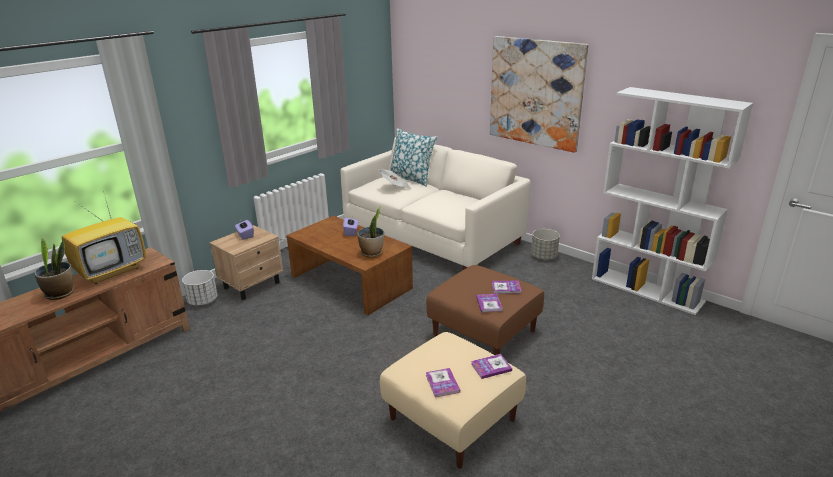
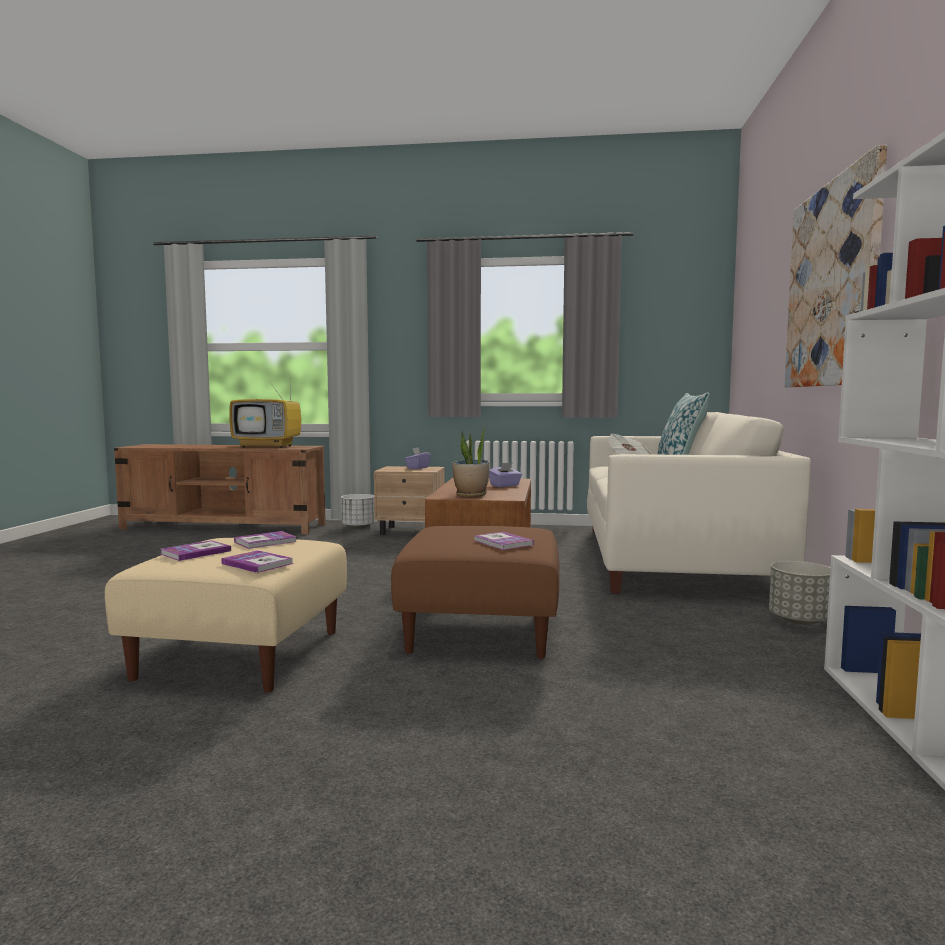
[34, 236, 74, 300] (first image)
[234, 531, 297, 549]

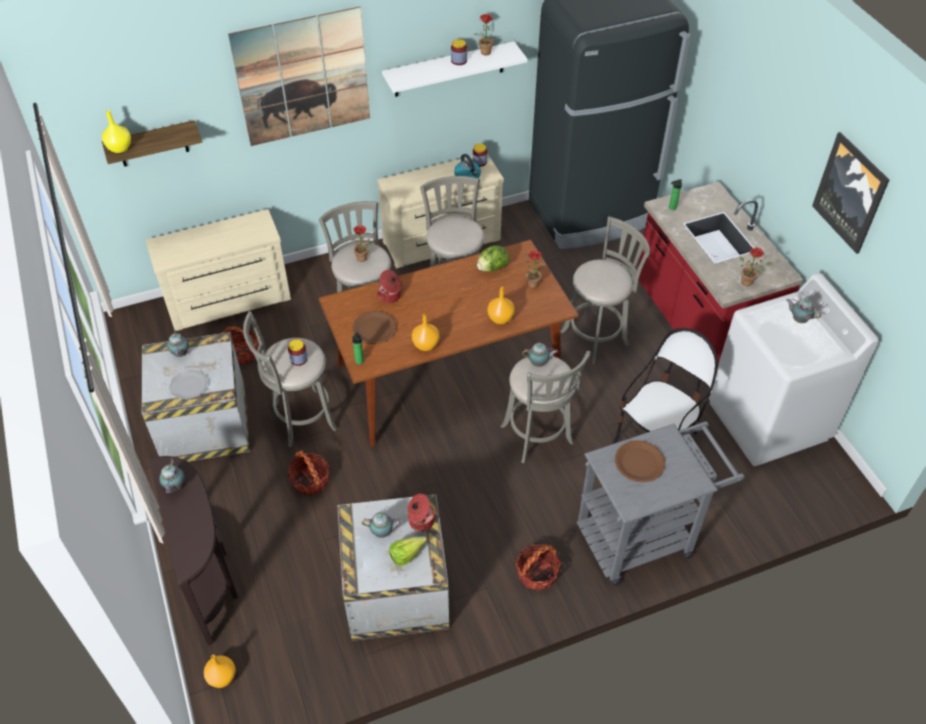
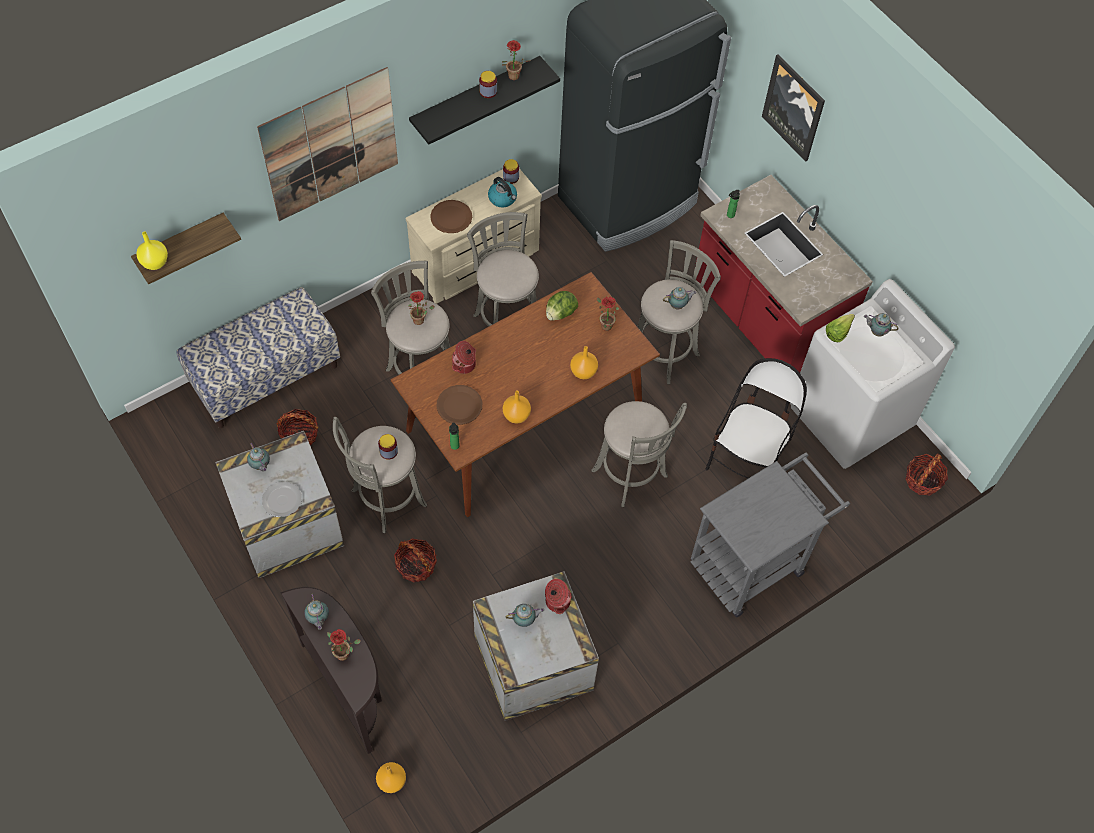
[176, 287, 340, 428]
[409, 56, 560, 145]
[826, 314, 855, 342]
[906, 453, 948, 496]
[663, 287, 696, 309]
[430, 200, 472, 233]
[327, 629, 361, 661]
[762, 55, 825, 162]

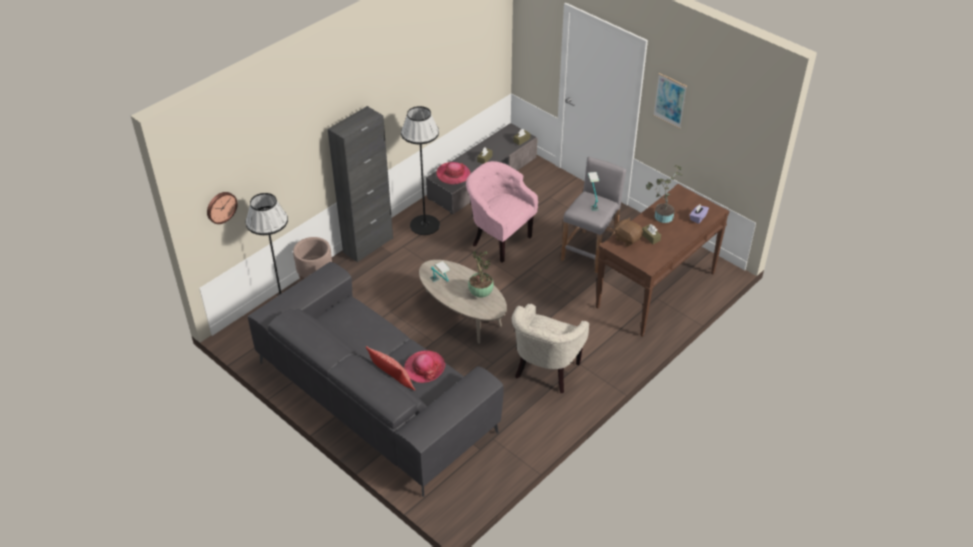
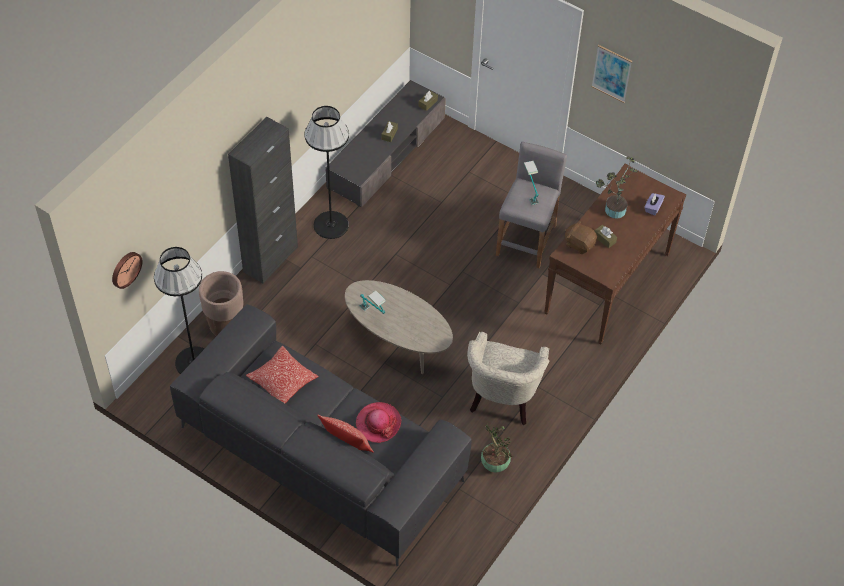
[437, 162, 470, 184] (first image)
[466, 161, 538, 263] (first image)
[481, 423, 513, 473]
[246, 346, 319, 403]

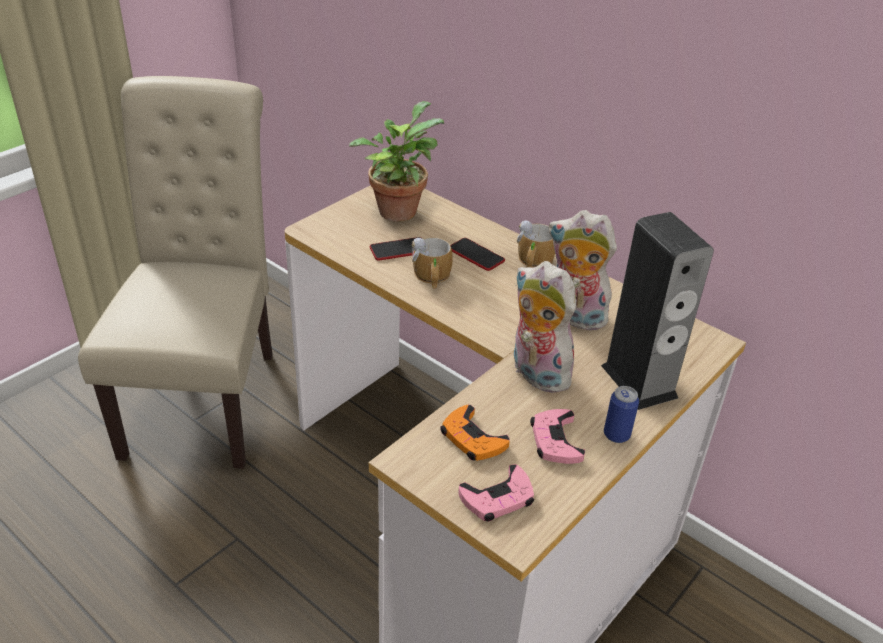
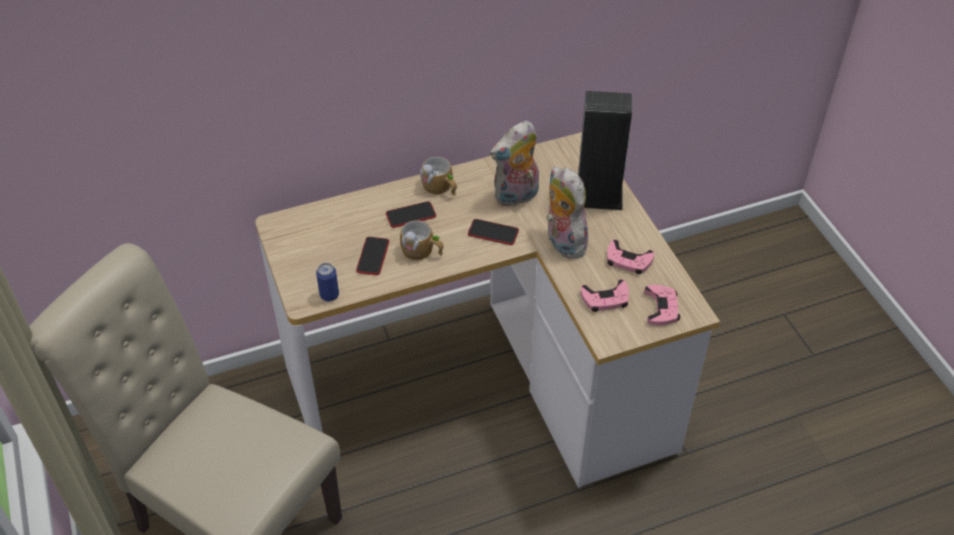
[349, 101, 444, 222] (first image)
[581, 280, 629, 312]
[546, 167, 588, 259]
[316, 263, 339, 301]
[468, 219, 519, 245]

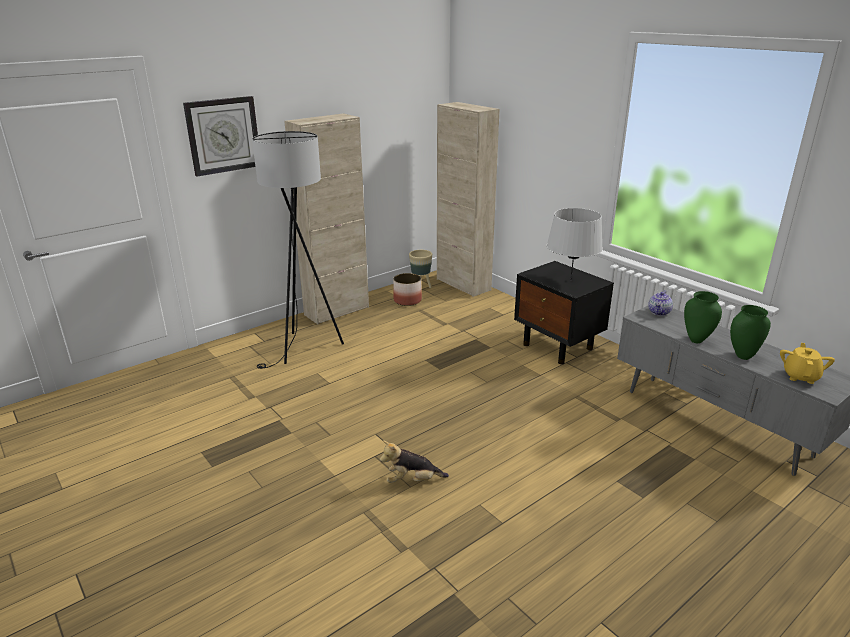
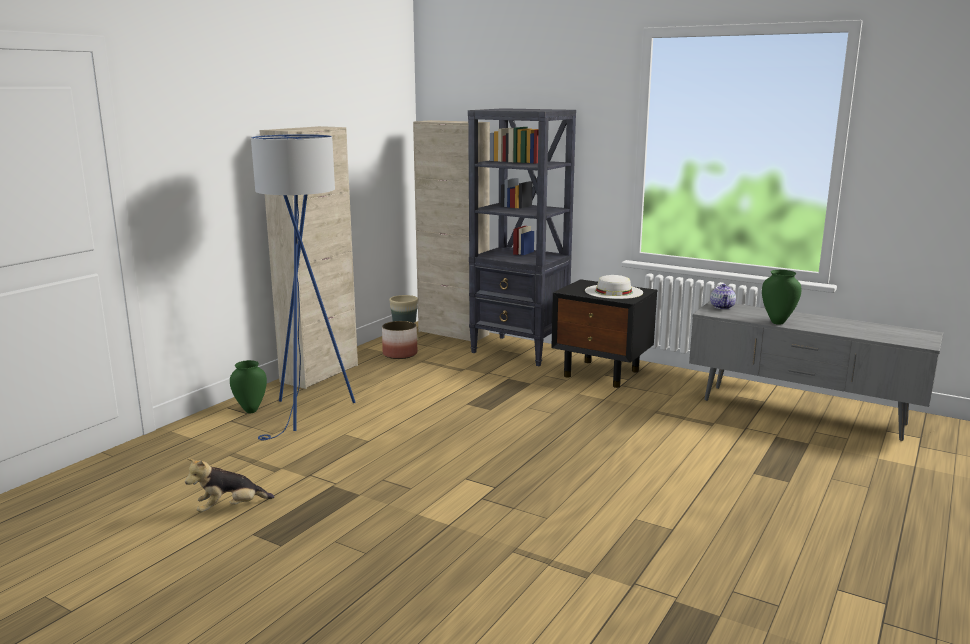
[183, 96, 258, 176] (first image)
[251, 134, 355, 440]
[185, 458, 274, 512]
[585, 275, 643, 299]
[230, 360, 267, 413]
[780, 343, 835, 384] (first image)
[468, 108, 576, 366]

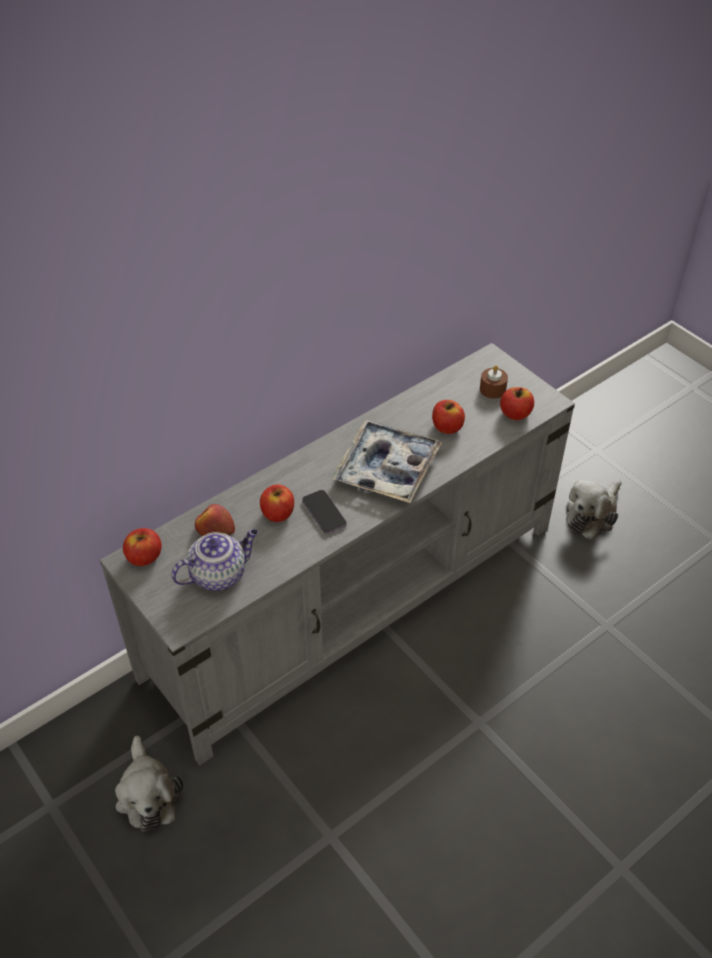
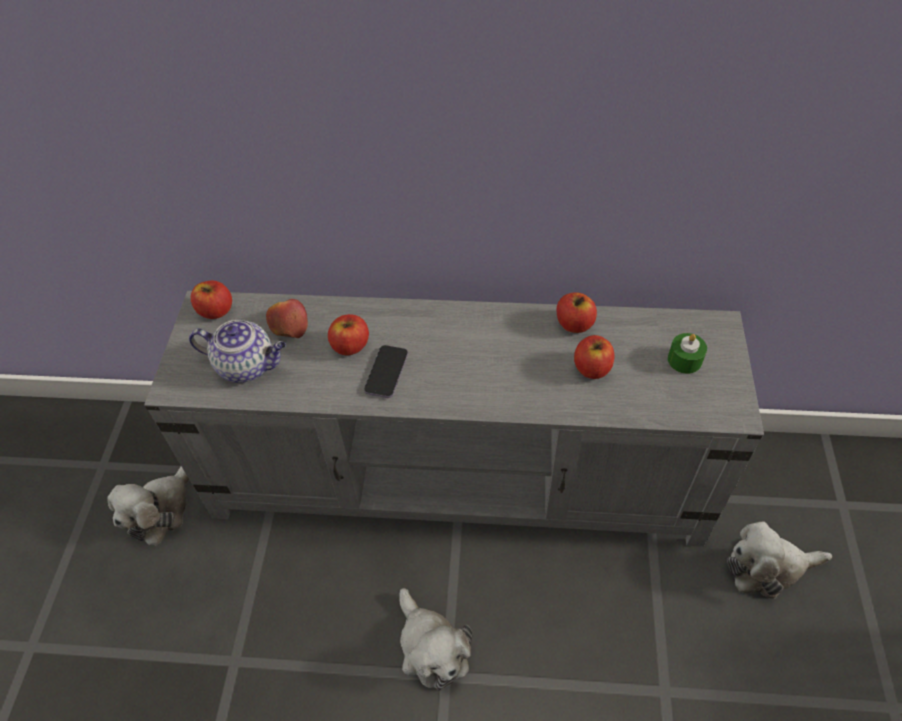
[332, 420, 442, 503] (first image)
[668, 333, 707, 374]
[557, 292, 597, 333]
[399, 588, 473, 691]

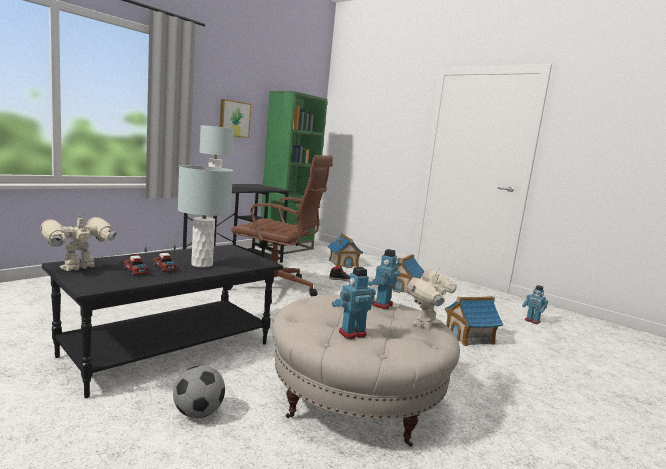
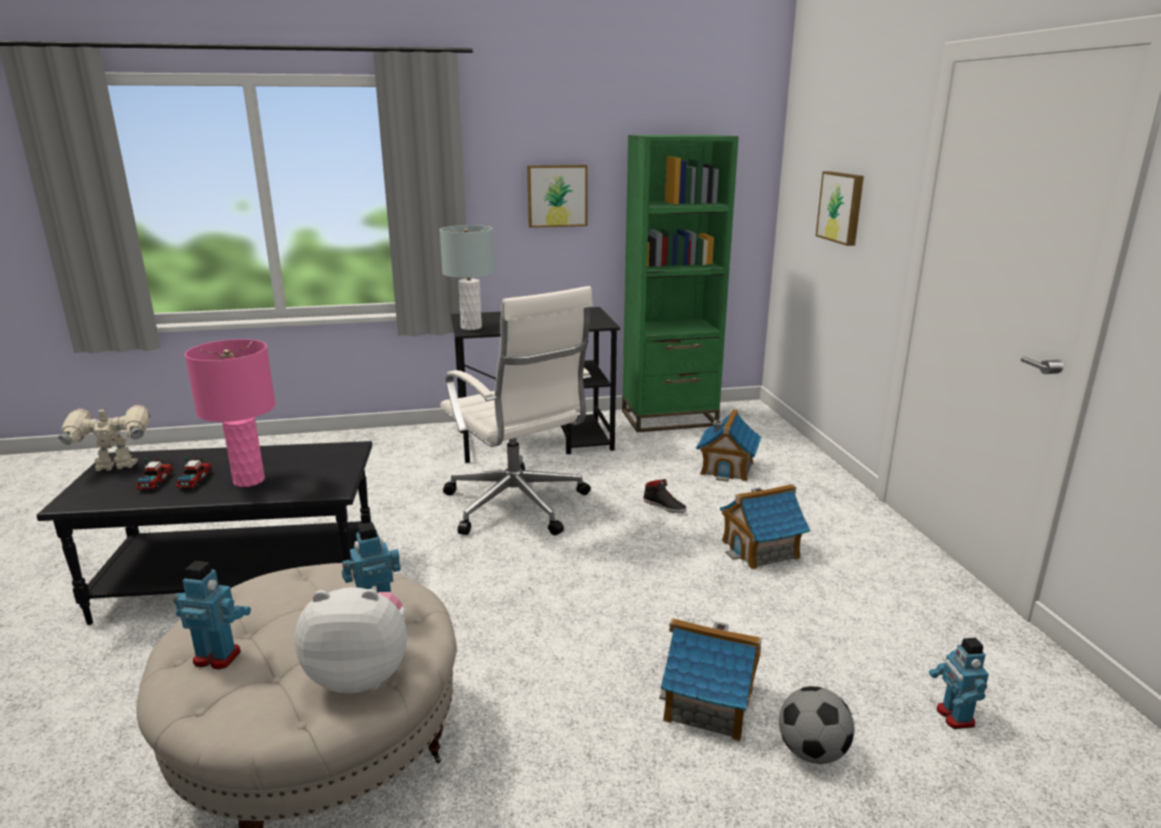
[779, 686, 855, 764]
[185, 339, 276, 487]
[440, 286, 593, 535]
[294, 587, 407, 694]
[816, 171, 864, 246]

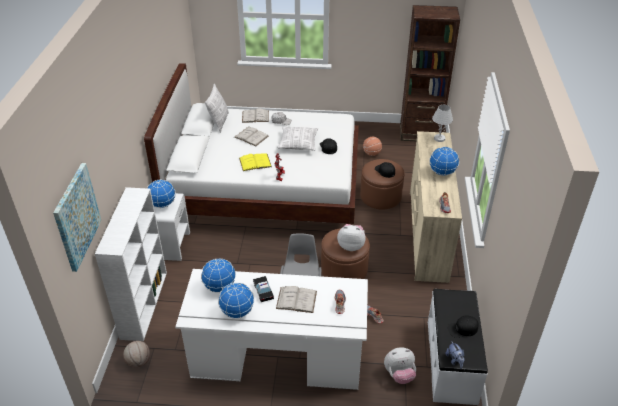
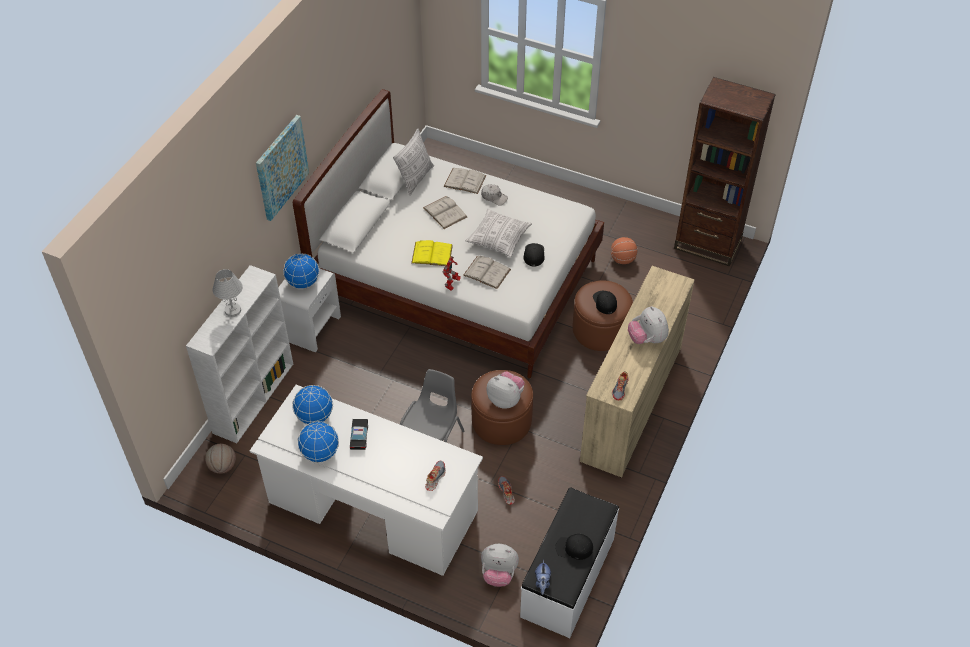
[256, 115, 309, 221]
[463, 256, 511, 289]
[628, 306, 669, 344]
[213, 269, 243, 317]

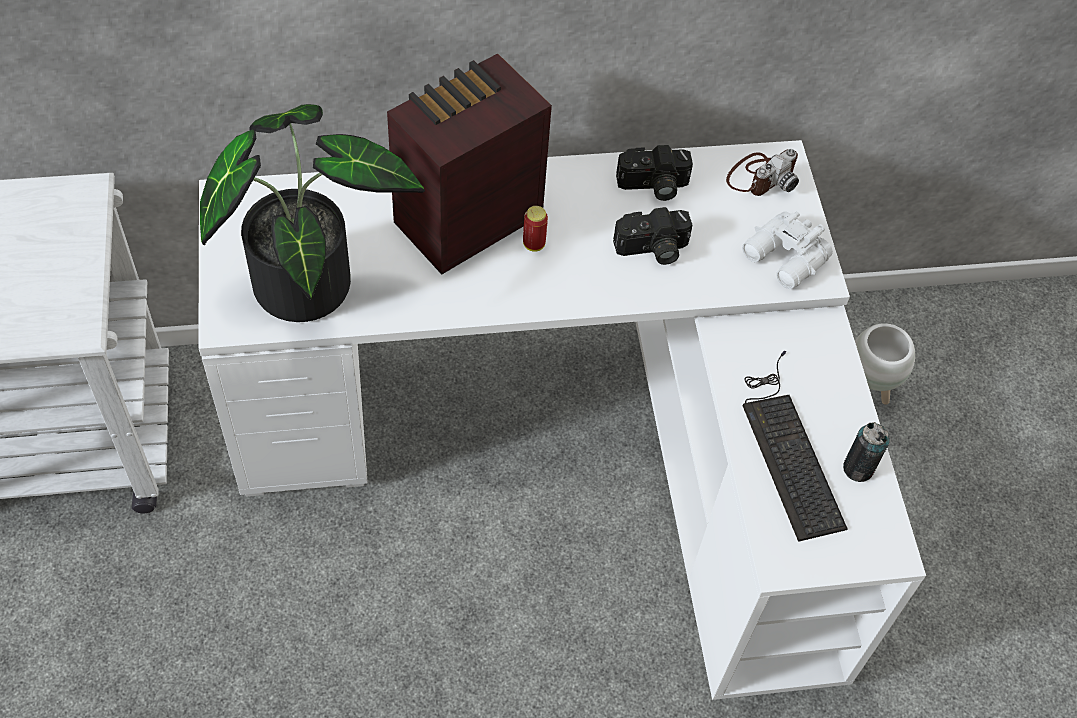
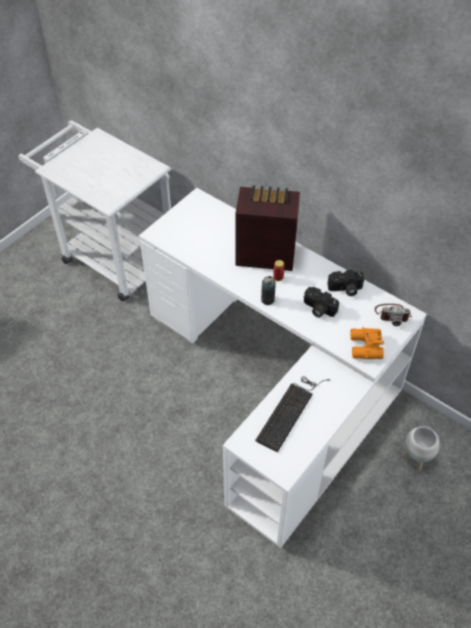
[200, 104, 425, 322] (first image)
[327, 270, 364, 296]
[350, 327, 384, 359]
[261, 276, 276, 305]

